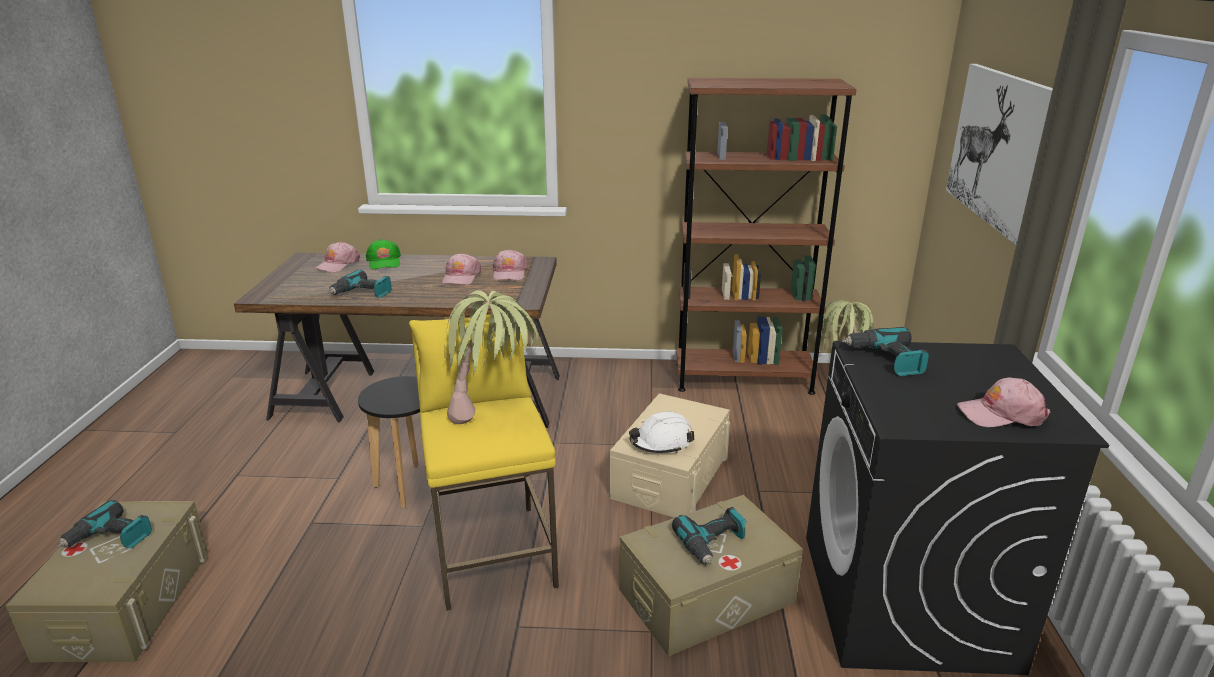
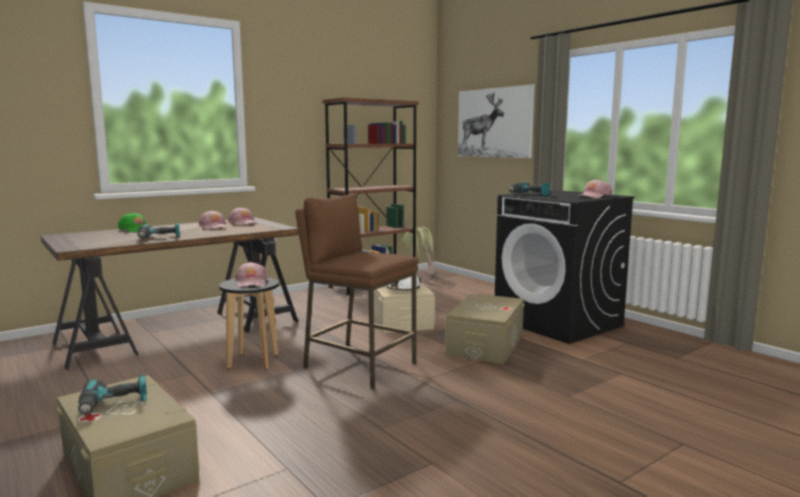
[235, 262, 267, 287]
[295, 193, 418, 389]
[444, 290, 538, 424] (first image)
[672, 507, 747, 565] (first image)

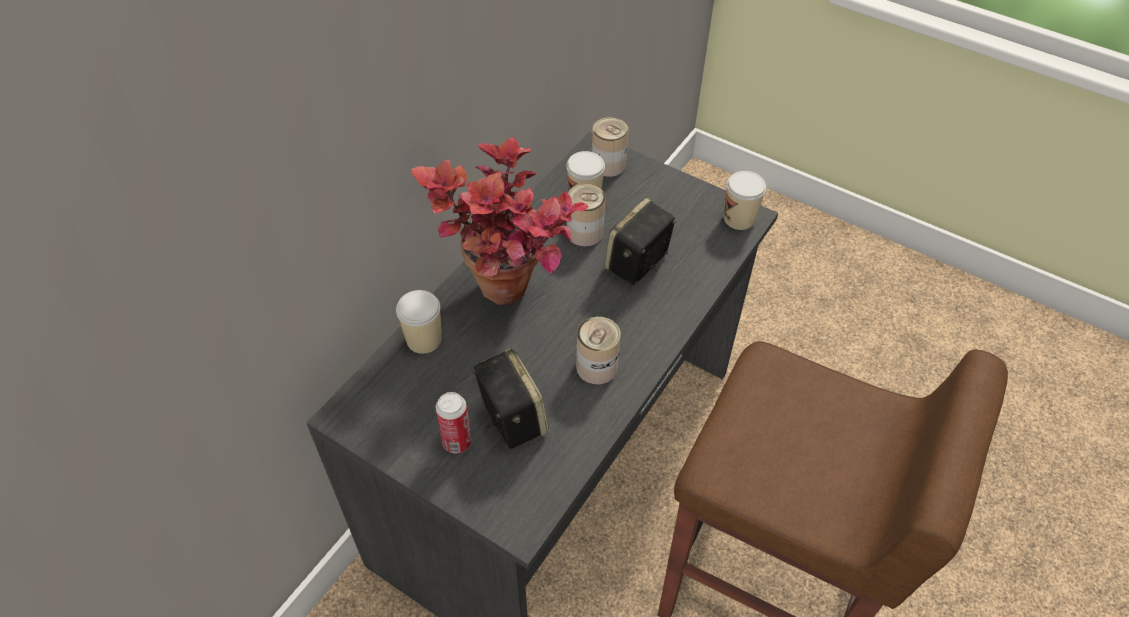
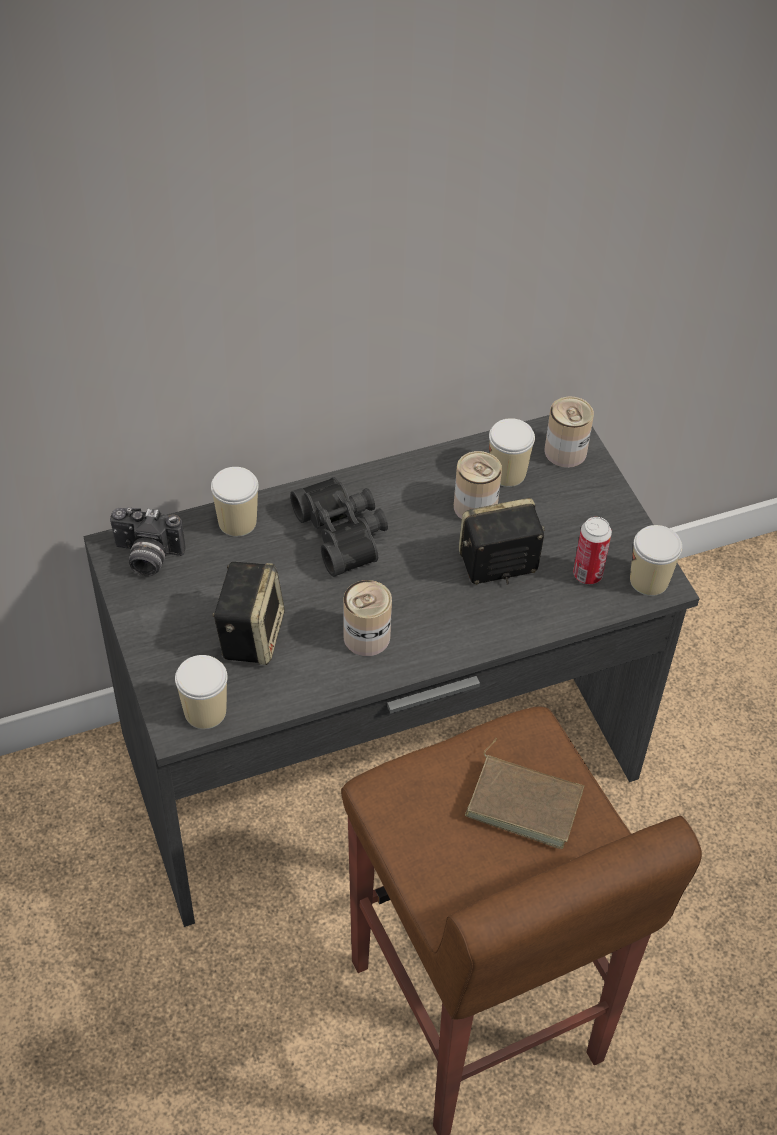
[290, 477, 388, 577]
[573, 517, 612, 584]
[110, 507, 186, 577]
[175, 655, 228, 729]
[465, 738, 584, 849]

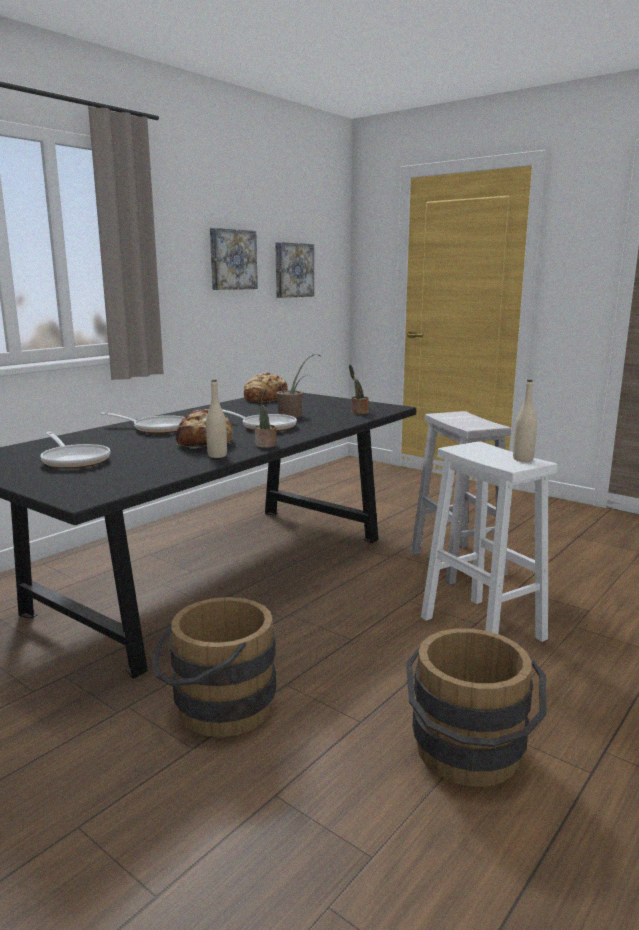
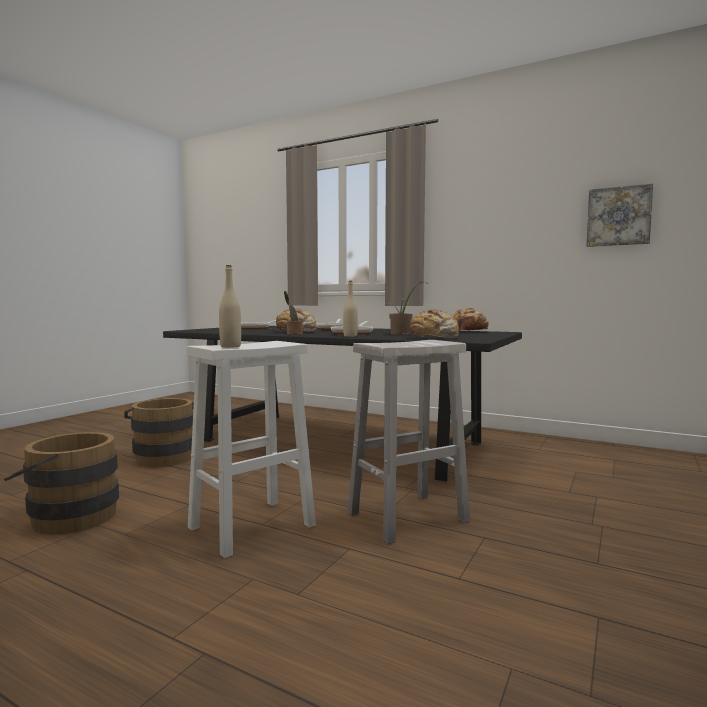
[343, 281, 358, 337]
[210, 228, 258, 290] (first image)
[404, 309, 459, 339]

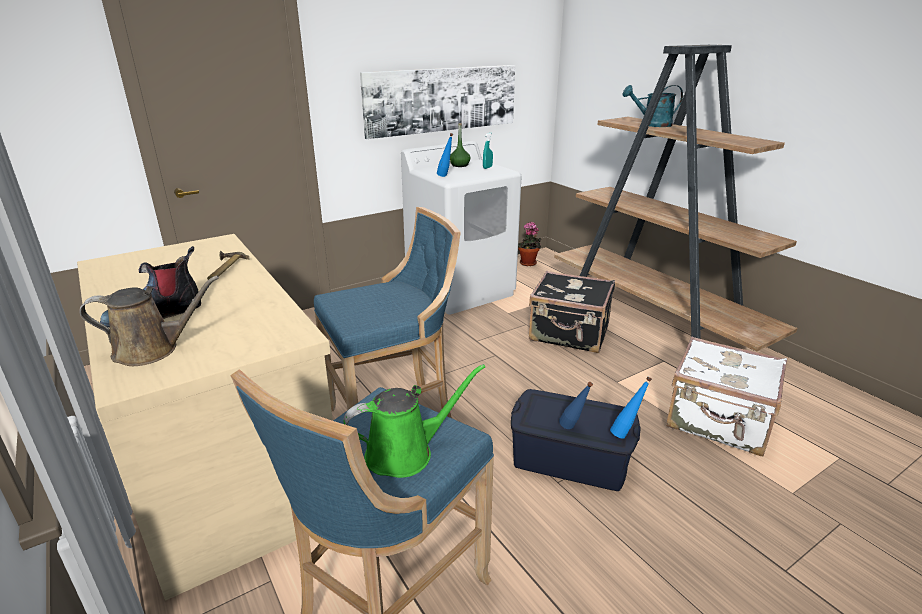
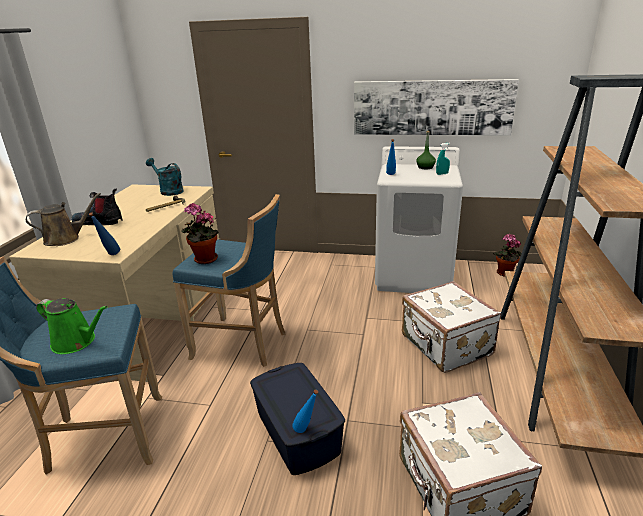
[26, 193, 101, 246]
[402, 281, 501, 373]
[89, 212, 120, 255]
[146, 158, 184, 196]
[182, 203, 219, 264]

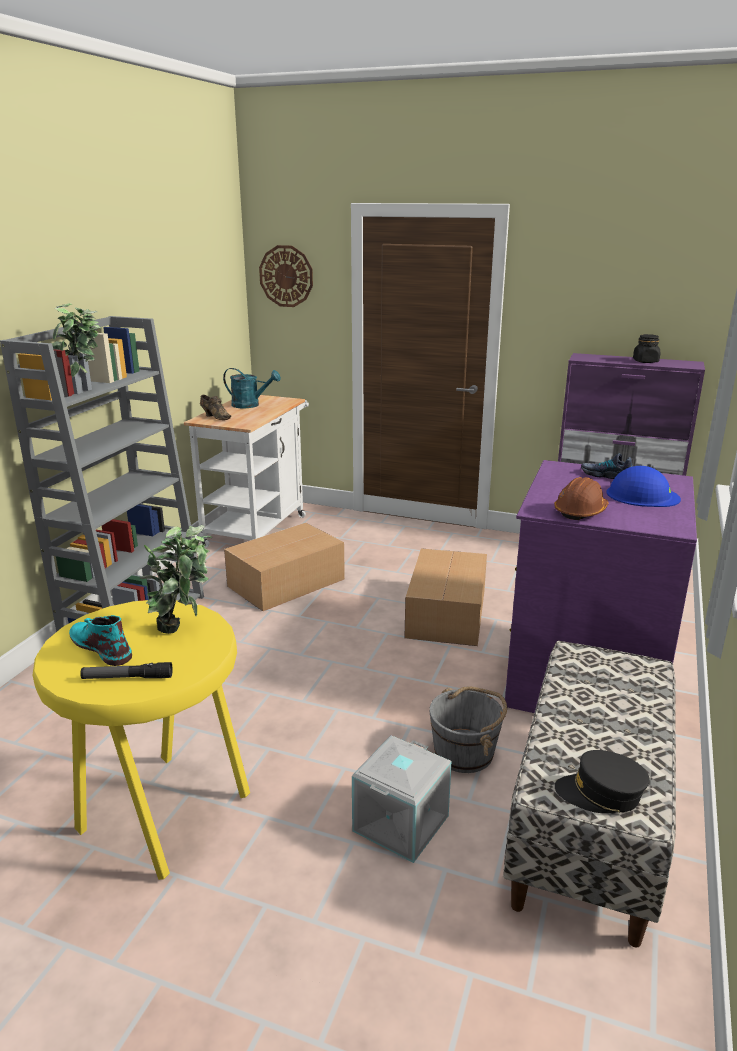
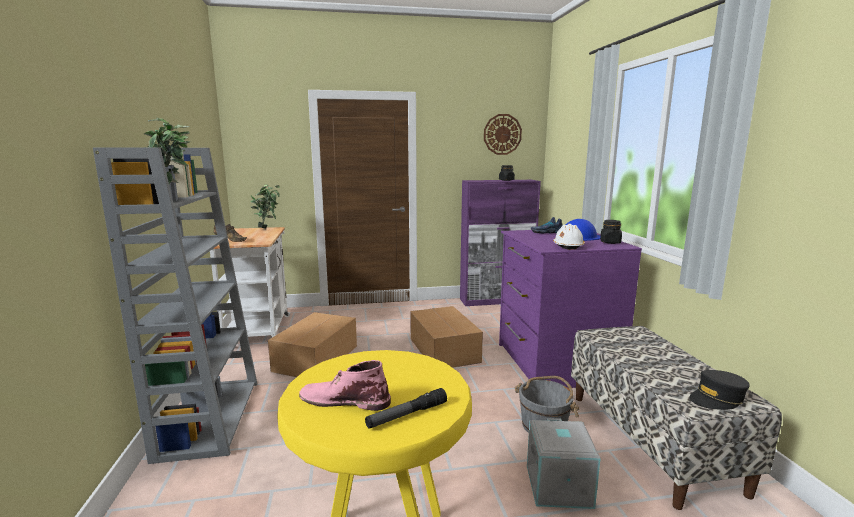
[299, 360, 391, 411]
[250, 185, 280, 228]
[223, 368, 281, 408] (first image)
[484, 114, 522, 155]
[553, 224, 585, 250]
[600, 220, 622, 244]

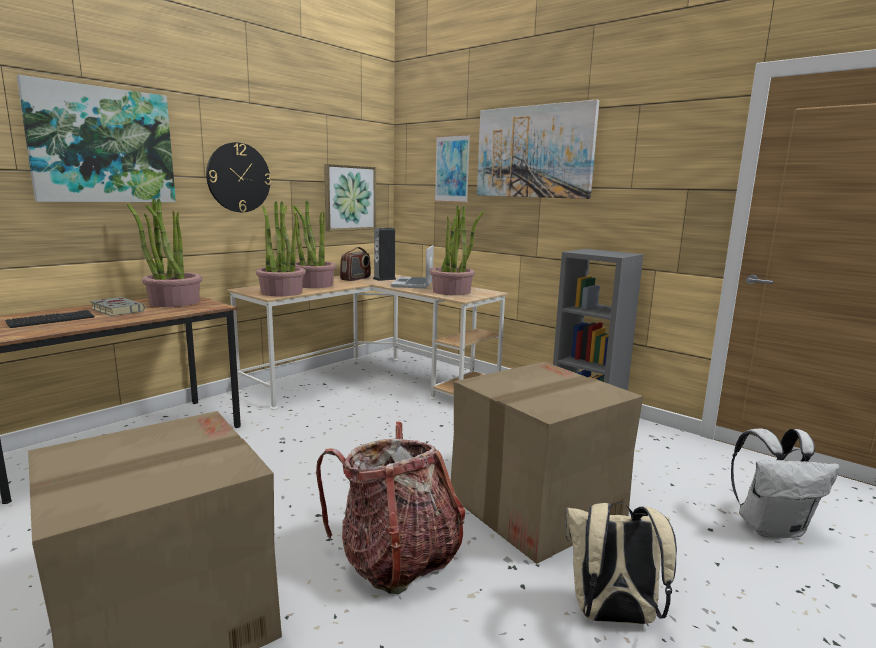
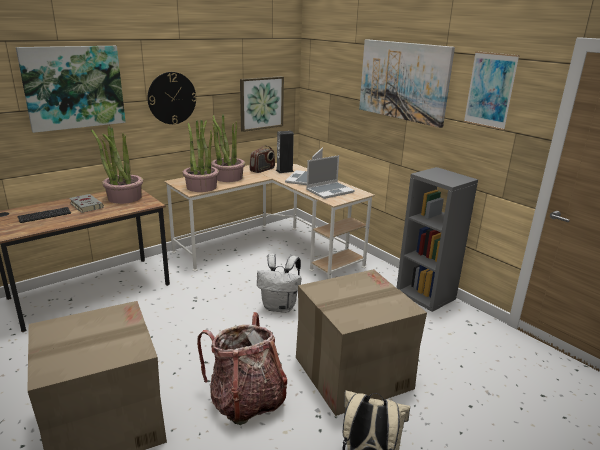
[306, 155, 355, 199]
[464, 51, 520, 130]
[257, 254, 301, 313]

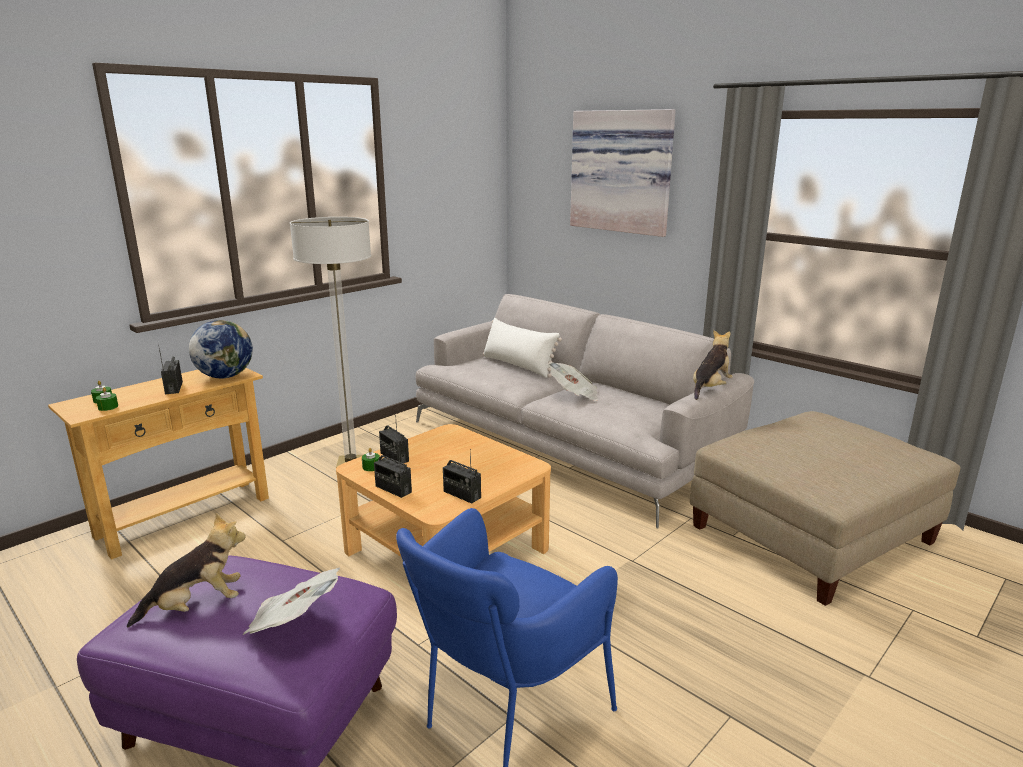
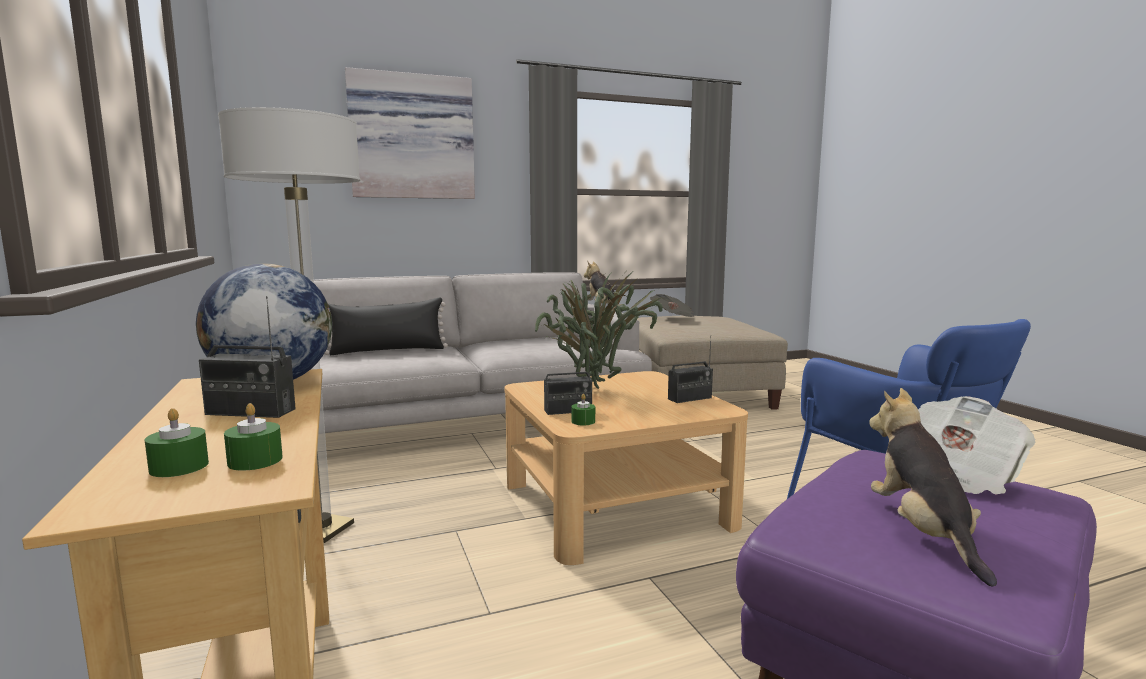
[374, 444, 412, 498] (first image)
[325, 297, 448, 355]
[650, 294, 694, 317]
[535, 272, 663, 389]

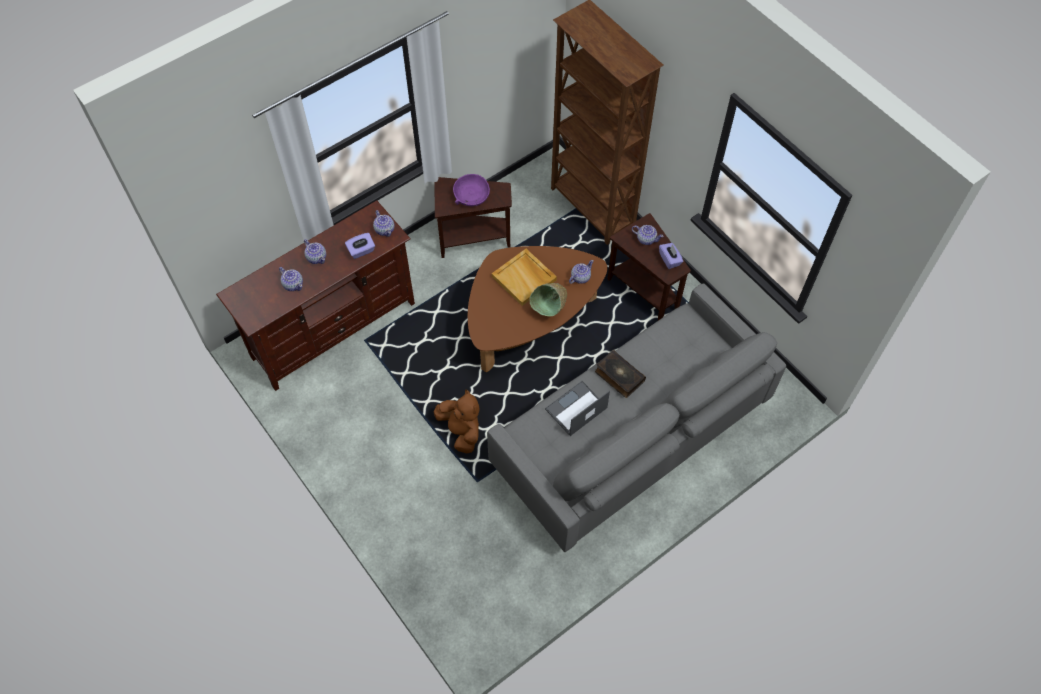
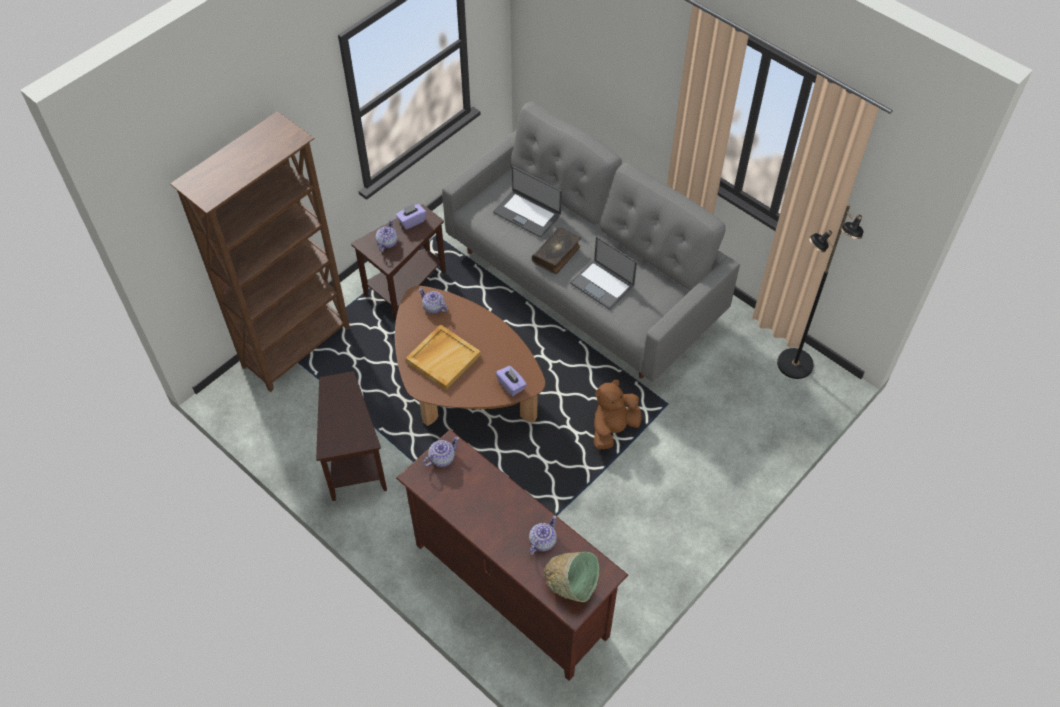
[304, 239, 326, 264] (first image)
[496, 366, 527, 396]
[453, 174, 490, 206] (first image)
[544, 552, 599, 602]
[493, 166, 562, 238]
[777, 204, 864, 379]

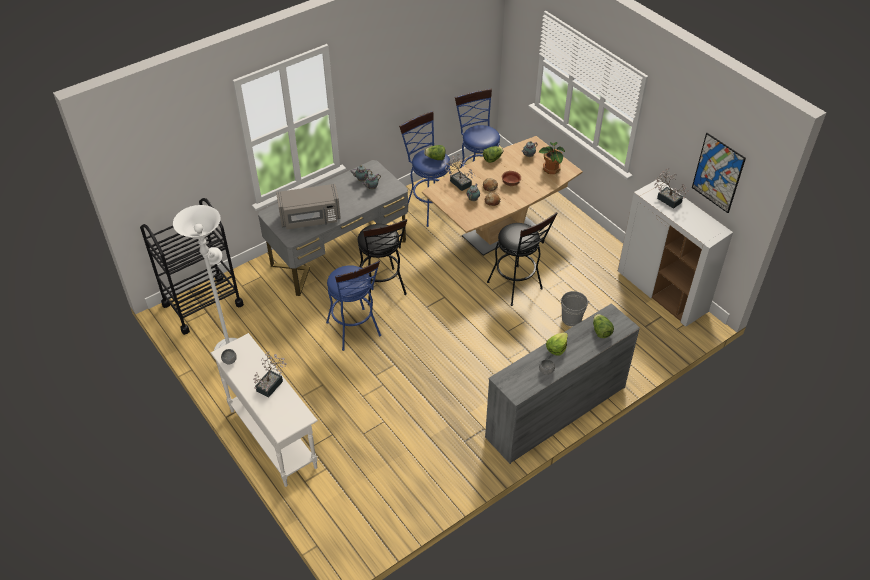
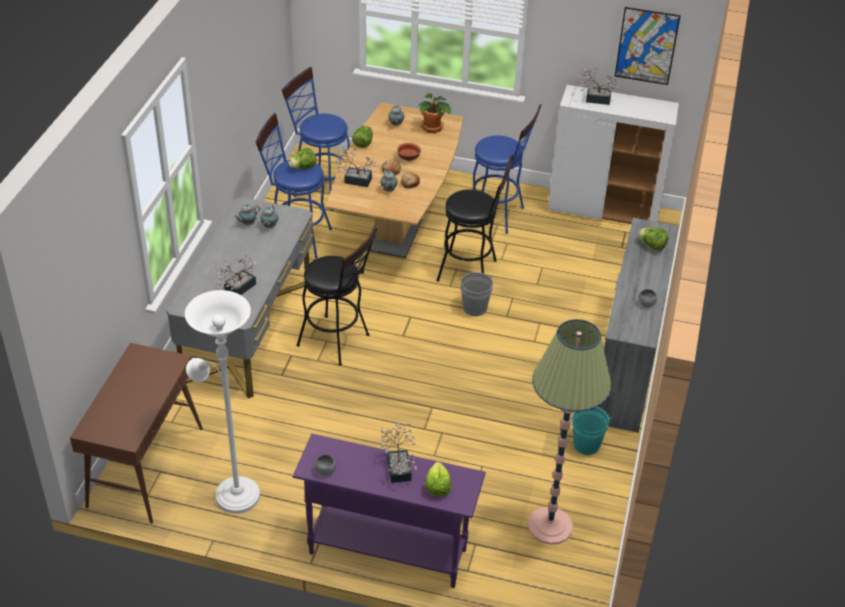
[70, 343, 203, 524]
[292, 434, 486, 588]
[215, 255, 256, 295]
[473, 104, 542, 234]
[425, 462, 451, 496]
[461, 272, 493, 316]
[528, 319, 612, 545]
[570, 407, 612, 455]

